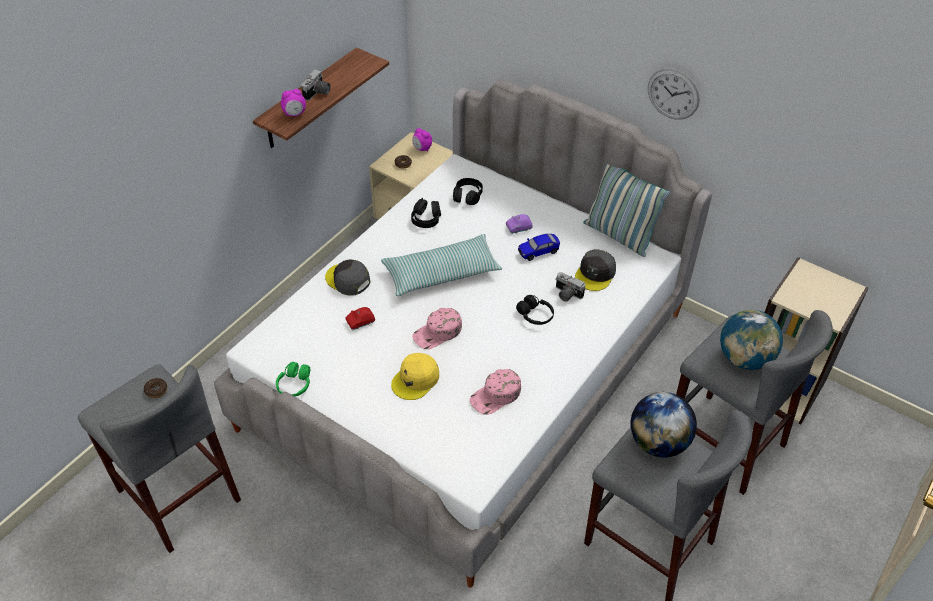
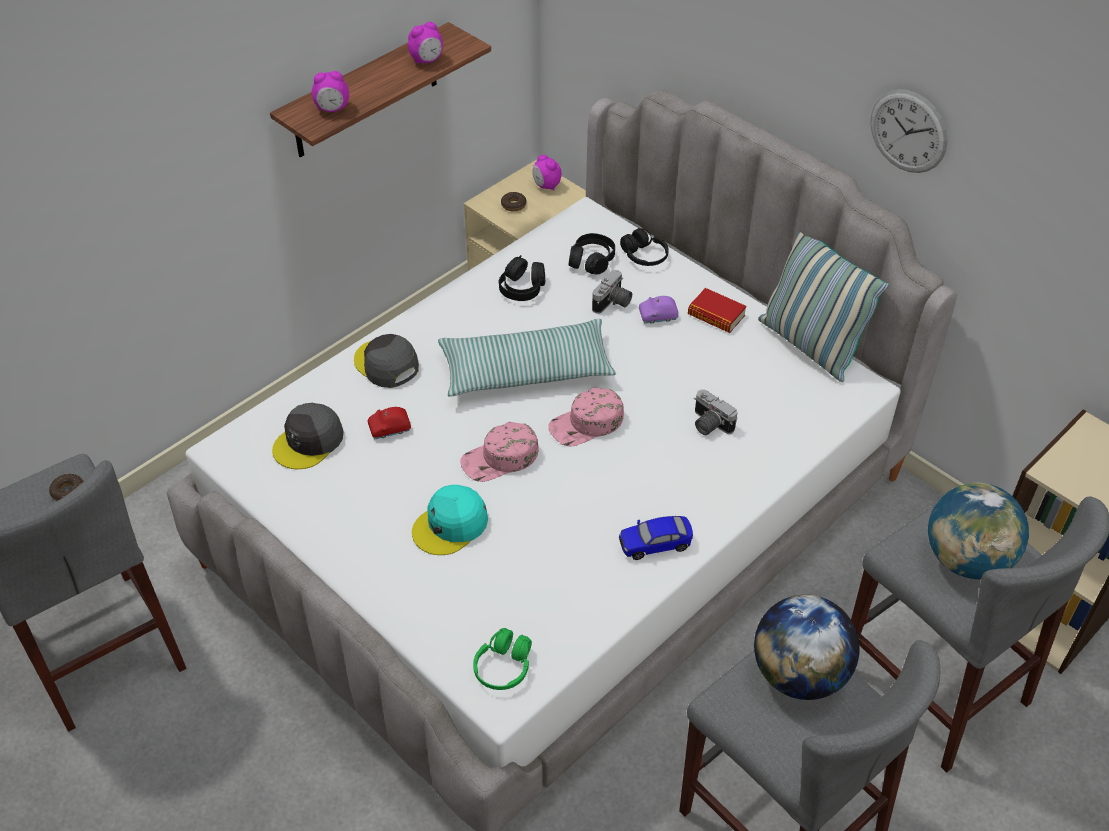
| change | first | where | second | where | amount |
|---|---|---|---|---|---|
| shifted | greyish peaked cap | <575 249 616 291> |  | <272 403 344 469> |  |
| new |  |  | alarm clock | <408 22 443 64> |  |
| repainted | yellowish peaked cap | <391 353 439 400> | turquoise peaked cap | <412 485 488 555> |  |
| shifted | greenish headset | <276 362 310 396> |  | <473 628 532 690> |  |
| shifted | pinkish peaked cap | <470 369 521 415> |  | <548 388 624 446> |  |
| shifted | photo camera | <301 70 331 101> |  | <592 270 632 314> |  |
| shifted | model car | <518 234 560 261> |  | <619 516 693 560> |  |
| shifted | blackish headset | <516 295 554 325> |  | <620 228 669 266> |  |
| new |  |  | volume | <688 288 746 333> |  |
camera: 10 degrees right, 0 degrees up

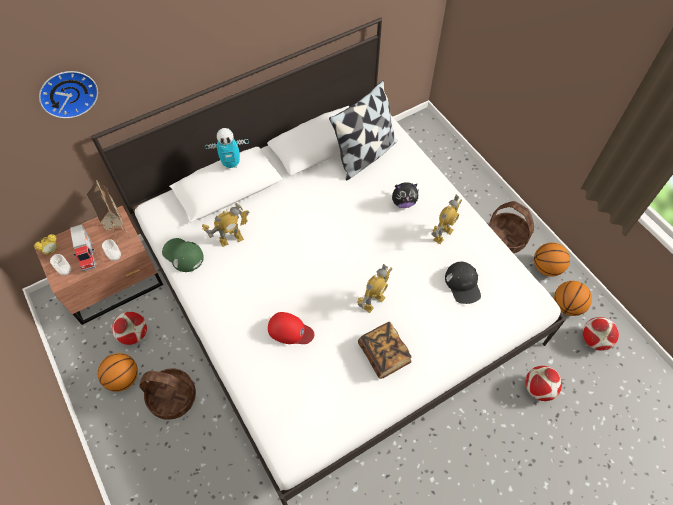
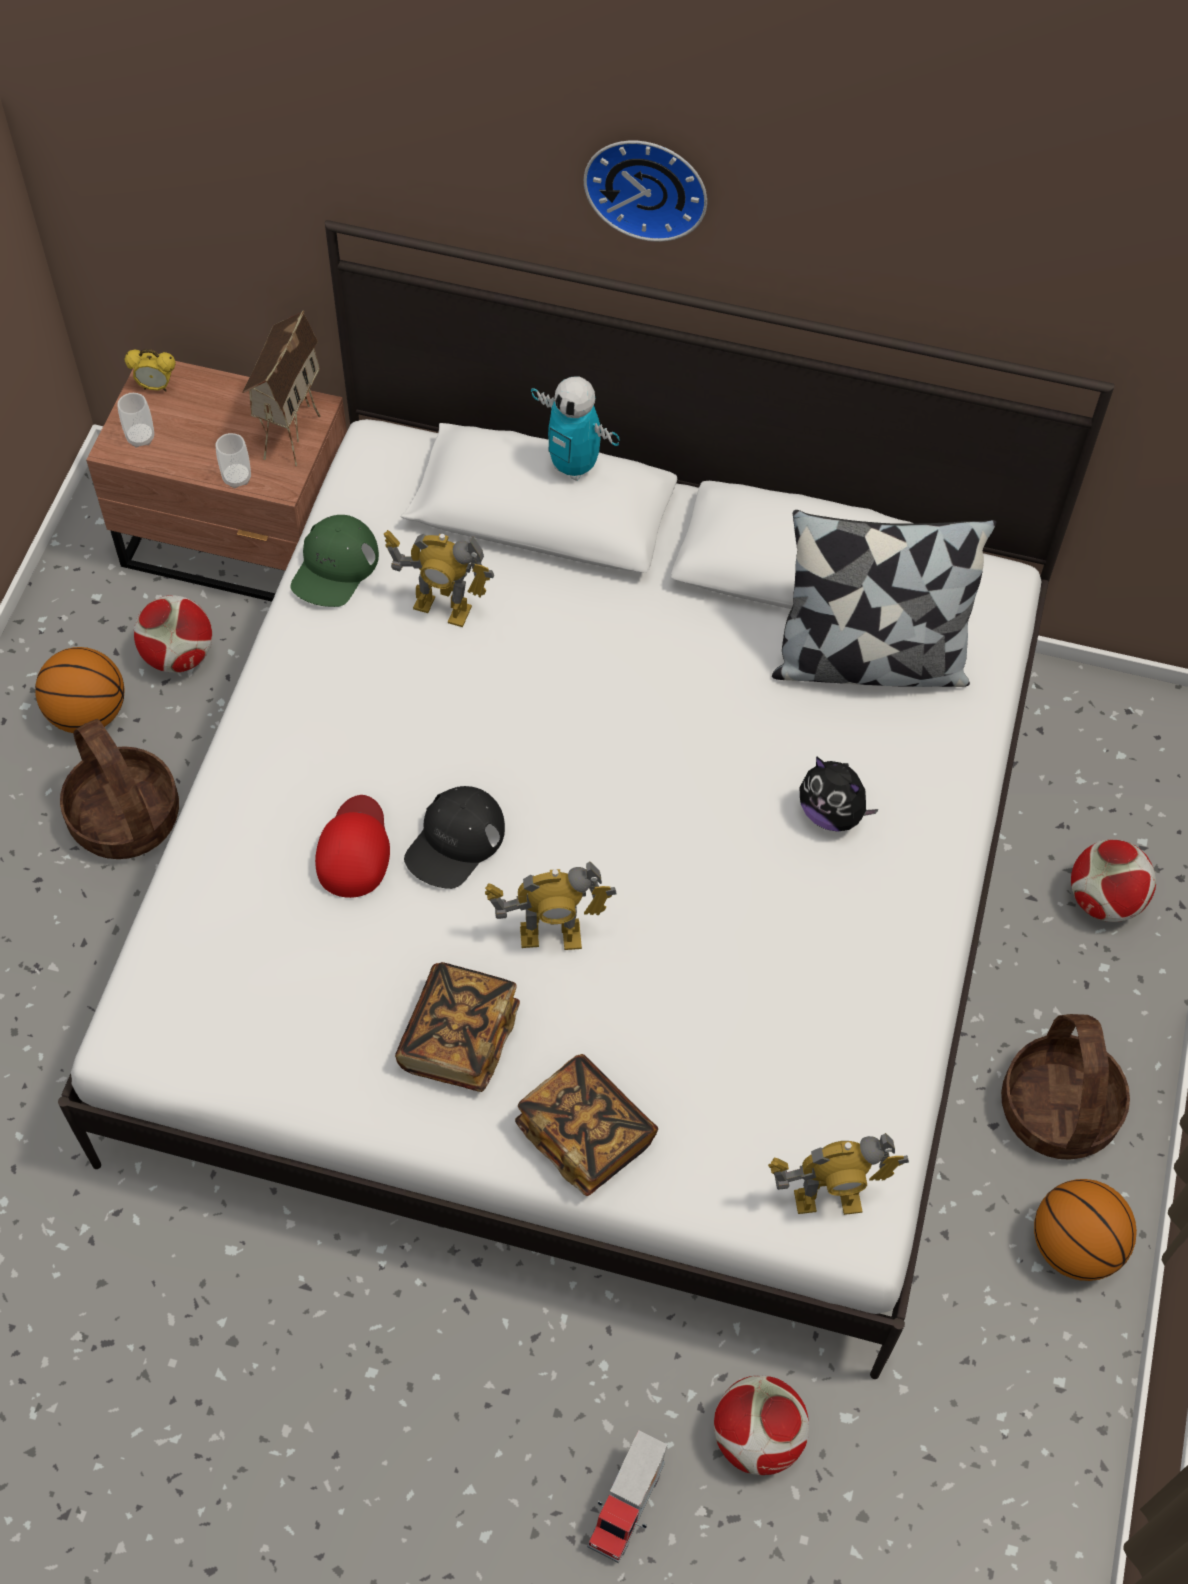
| change | first | where | second | where | amount |
|---|---|---|---|---|---|
| rotated | greenish peaked cap | <162 238 204 272> |  | <290 515 379 607> | 150 degrees counterclockwise |
| rotated | reddish peaked cap | <268 312 314 344> |  | <315 795 390 898> | 150 degrees counterclockwise |
| shifted | blackish peaked cap | <445 262 481 304> |  | <404 786 505 889> |  |
| new |  |  | volume | <515 1054 658 1196> |  |
| shifted | hanging clock | <39 71 98 118> |  | <584 141 707 242> |  |
| shifted | toy lorry | <70 225 97 271> |  | <587 1430 668 1563> |  |
| shifted | robot figure | <431 195 462 244> |  | <768 1133 909 1215> |  |
| shifted | ball for football | <582 317 619 350> |  | <1071 839 1156 922> |  |
| gone | ball for basketball | <554 281 592 316> |  |  |  |
camera: 45 degrees right, 0 degrees up

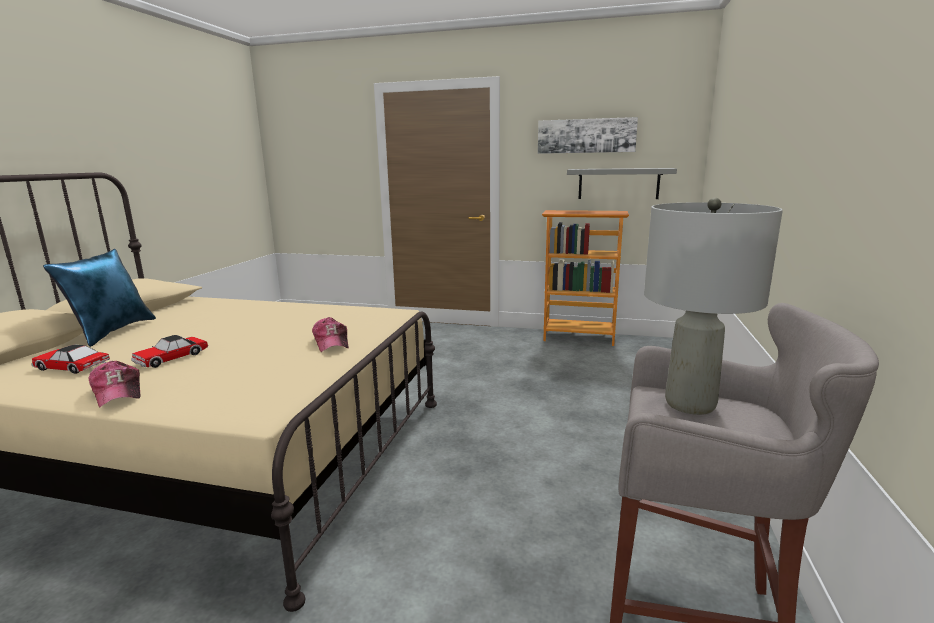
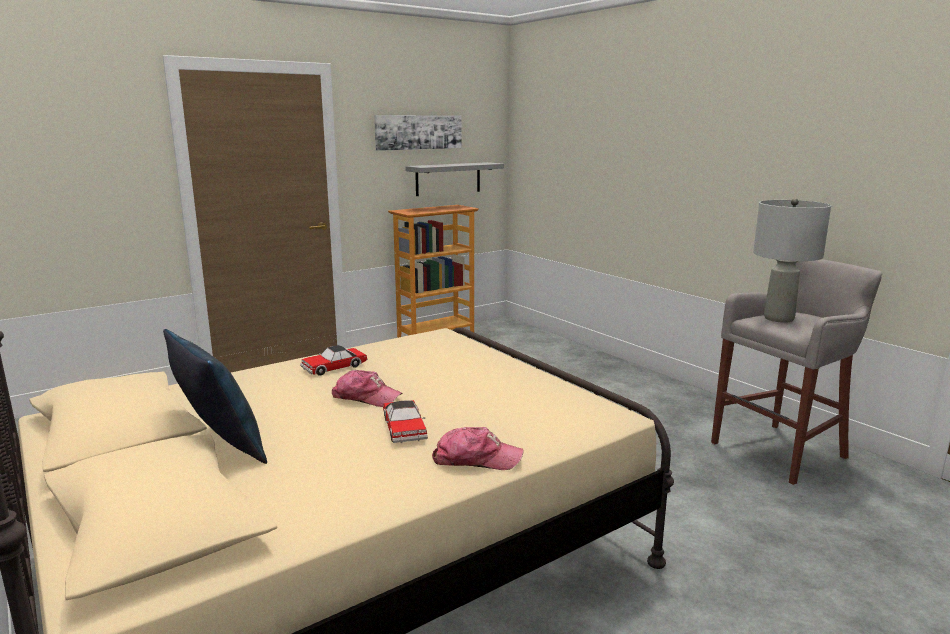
| change | first | where | second | where | amount |
|---|---|---|---|---|---|
| shifted | model car | <31 344 110 374> |  | <300 345 367 376> |  |
| shifted | peaked cap | <312 317 349 352> |  | <331 370 403 407> |  |
camera: 50 degrees left, 0 degrees up

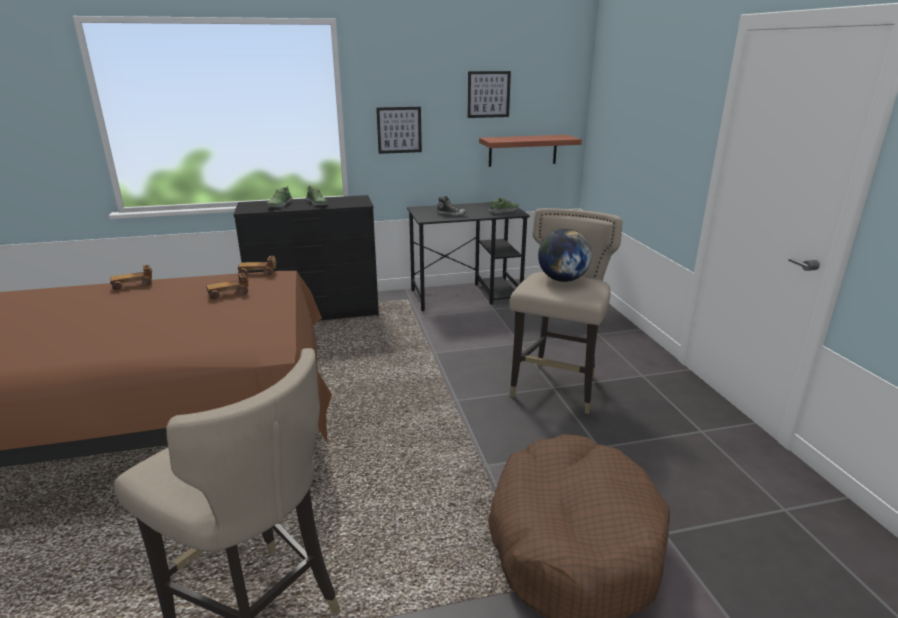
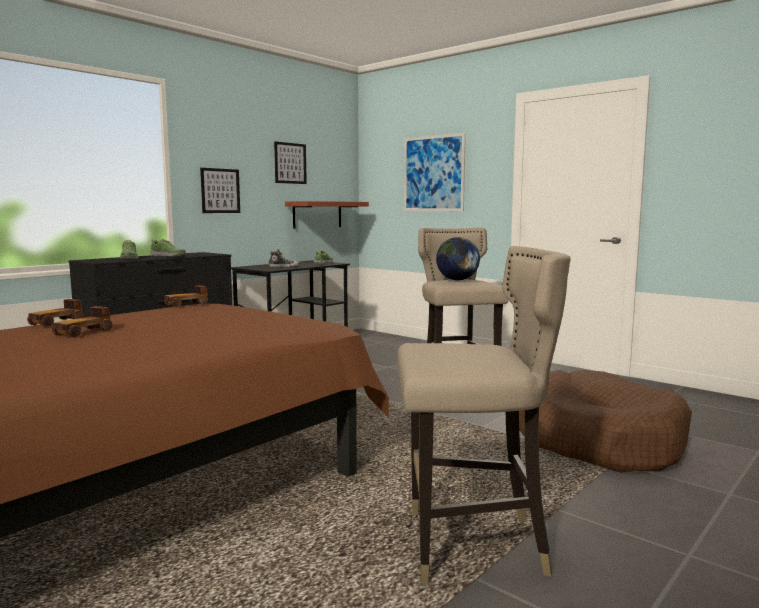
| change | first | where | second | where | amount |
|---|---|---|---|---|---|
| shifted | model car | <206 273 248 300> |  | <52 306 113 338> |  |
| new |  |  | wall art | <404 133 466 211> |  |
camera: 35 degrees left, 15 degrees down

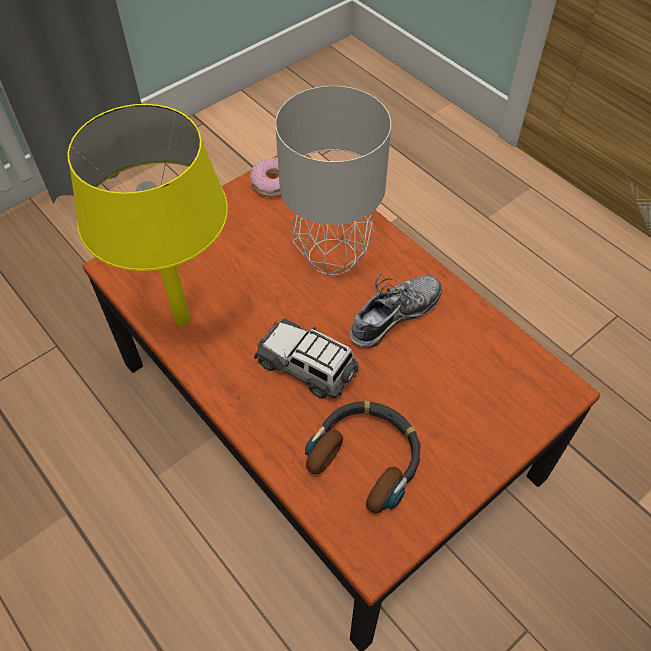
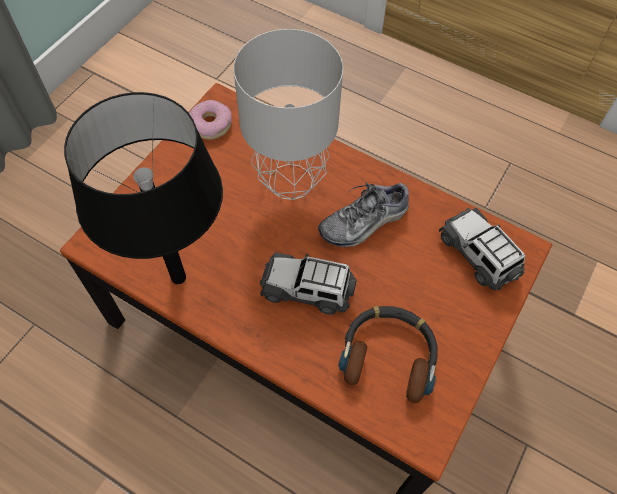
| change | first | where | second | where | amount |
|---|---|---|---|---|---|
| repainted | yellowish lamp for a table | <68 104 228 326> | blackish lamp for a table | <64 92 223 284> |  |
| rotated | item of footwear | <350 271 442 348> |  | <318 182 409 247> | 150 degrees counterclockwise |
| new |  |  | model car | <439 208 525 290> |  |
camera: 20 degrees left, 5 degrees up

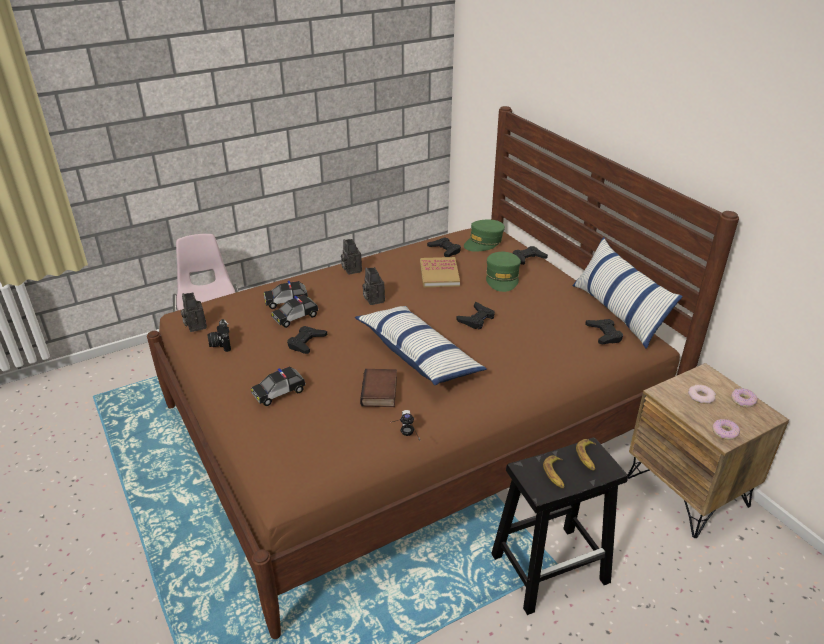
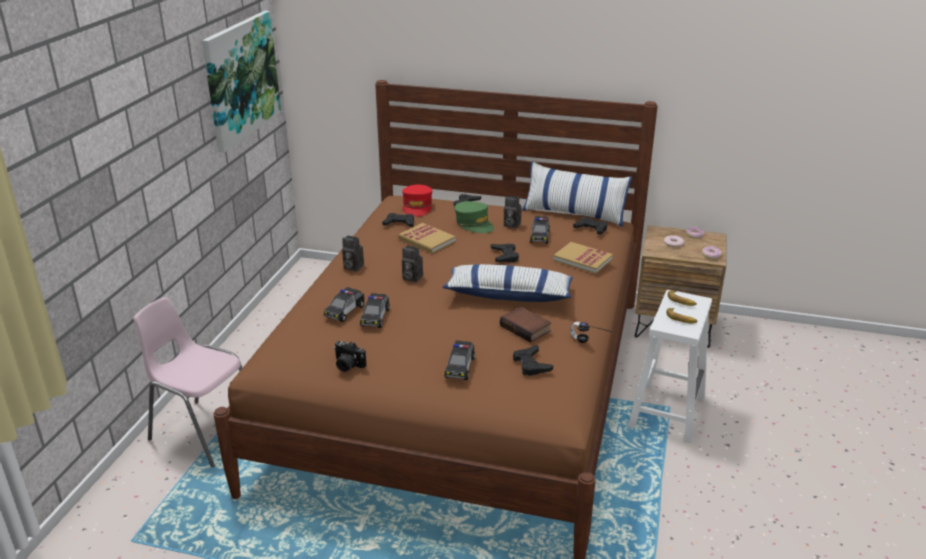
| change | first | where | second | where | amount |
|---|---|---|---|---|---|
| new |  |  | wall art | <202 11 281 153> |  |
| repainted | greenish peaked cap | <464 219 505 252> | reddish peaked cap | <402 185 432 217> |  |
| shifted | photo camera | <181 293 207 332> |  | <504 196 521 228> |  |
| shifted | blackish gamepad | <287 326 327 354> |  | <513 345 553 376> |  |
| new |  |  | model car | <530 216 550 244> |  |
| new |  |  | volume | <553 242 613 274> |  |
| repainted | blackish stool | <491 438 628 615> | white-coloured stool | <628 290 712 443> |  |
camera: 45 degrees left, 5 degrees down

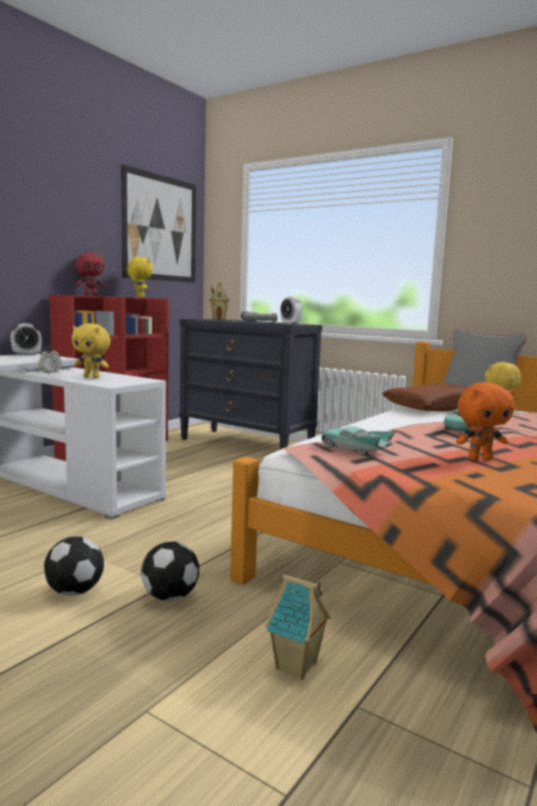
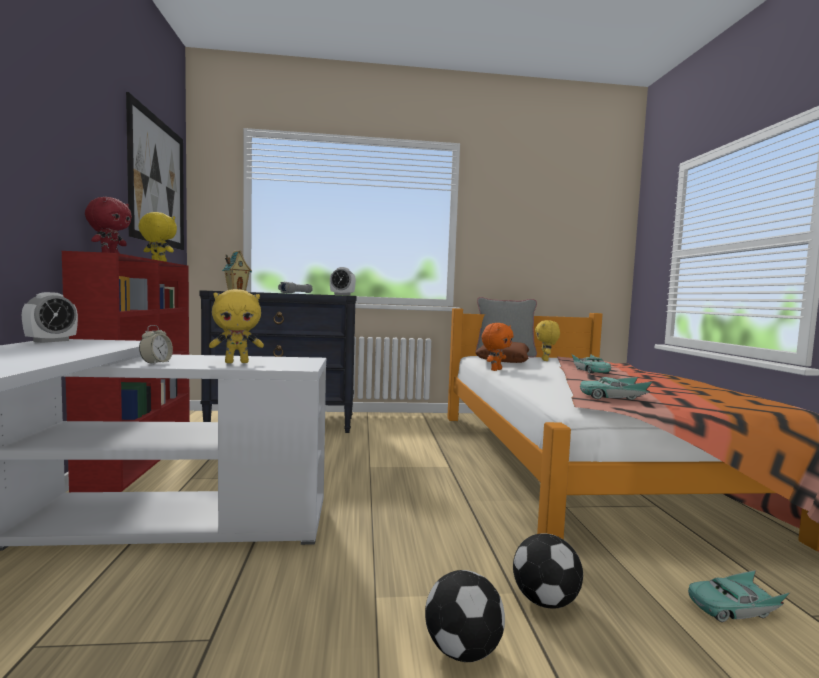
| change | first | where | second | where | amount |
|---|---|---|---|---|---|
| shifted | orange-coloured soft toy | <456 382 515 460> |  | <481 323 513 371> |  |
| swapped | toy house | <265 574 331 680> | turquoise model car | <688 570 790 622> |  |
camera: 40 degrees left, 5 degrees down

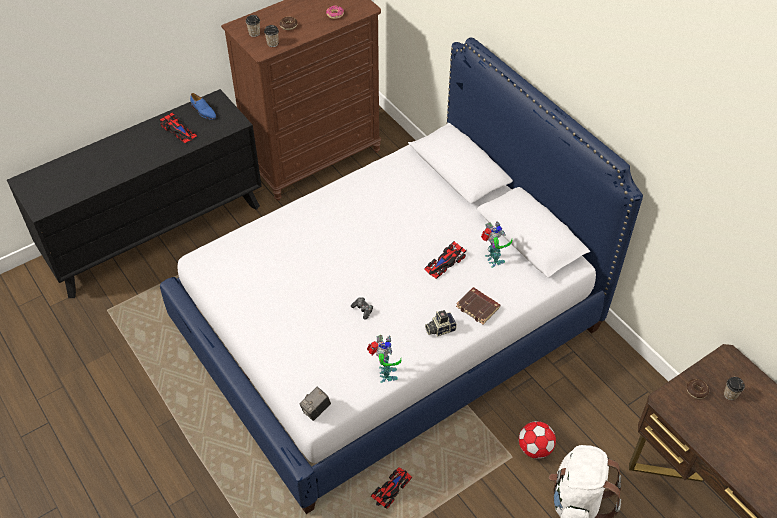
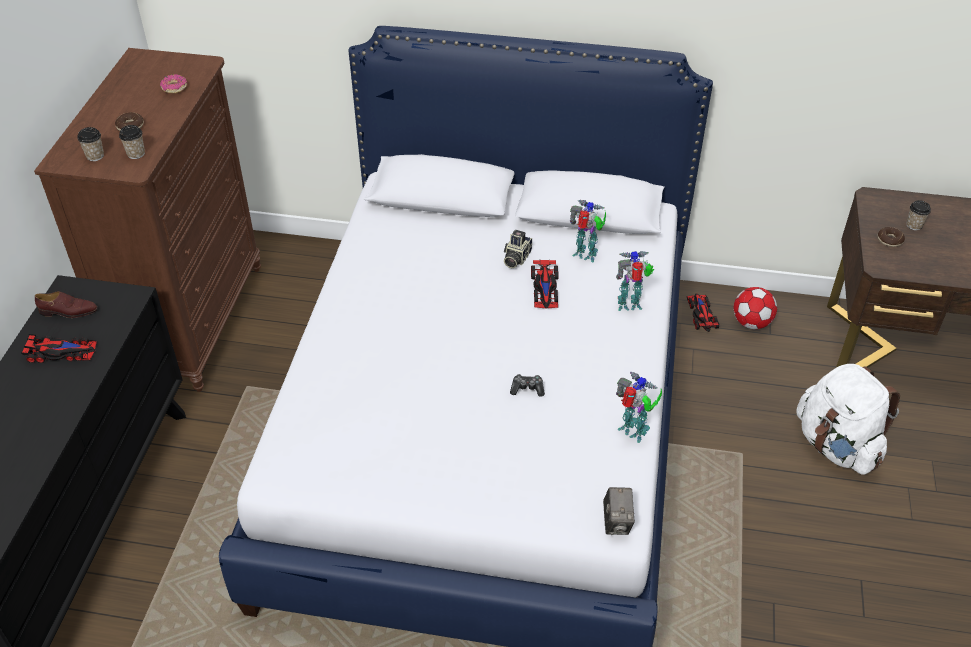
| change | first | where | second | where | amount |
|---|---|---|---|---|---|
| repainted | blue item of footwear | <190 93 216 120> | brown item of footwear | <35 291 97 318> |  |
| shifted | photo camera | <425 310 457 337> |  | <504 230 532 268> |  |
| swapped | brown volume | <456 287 500 324> | robot figure | <616 251 654 311> |  |
| shifted | model car | <370 467 413 509> |  | <687 293 719 332> |  |
| shifted | ball for football | <519 421 556 459> |  | <733 287 777 329> |  |
camera: 45 degrees left, 5 degrees down

